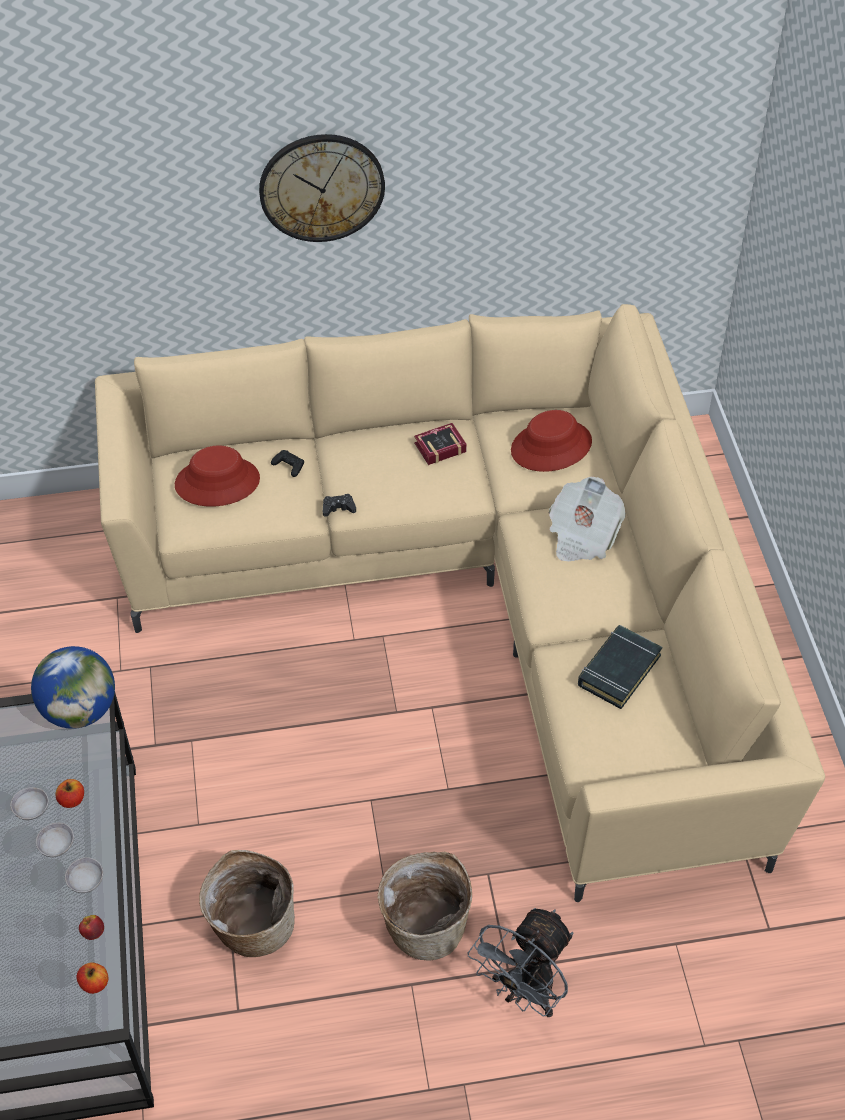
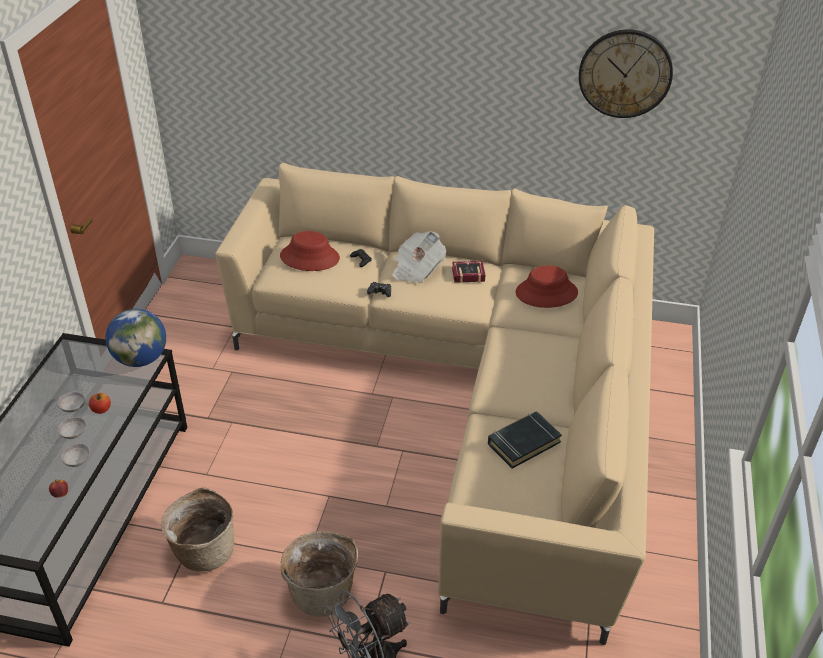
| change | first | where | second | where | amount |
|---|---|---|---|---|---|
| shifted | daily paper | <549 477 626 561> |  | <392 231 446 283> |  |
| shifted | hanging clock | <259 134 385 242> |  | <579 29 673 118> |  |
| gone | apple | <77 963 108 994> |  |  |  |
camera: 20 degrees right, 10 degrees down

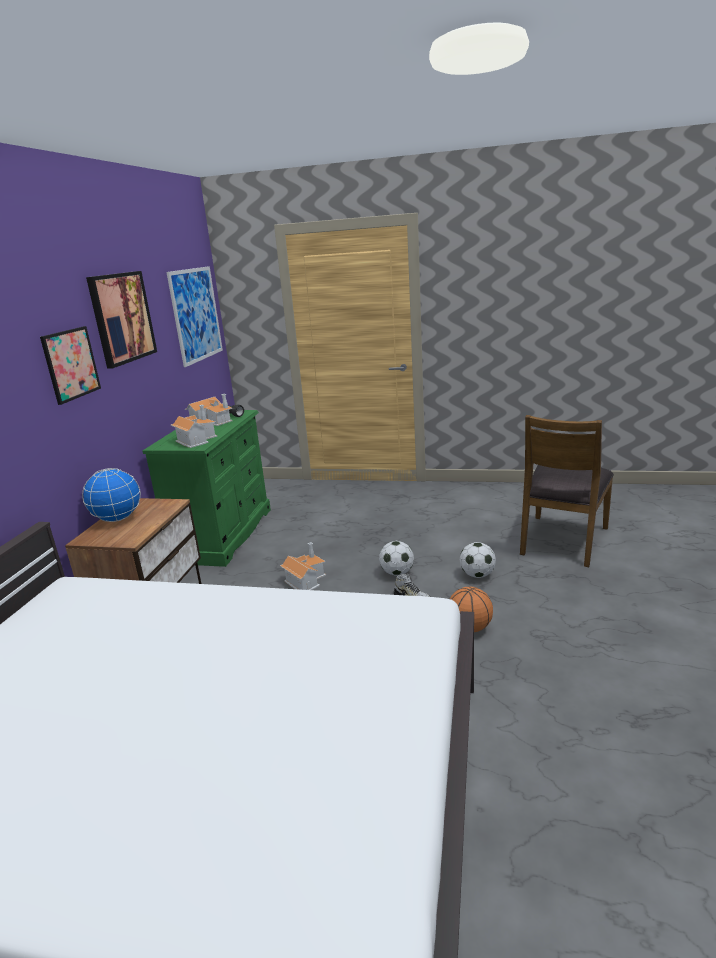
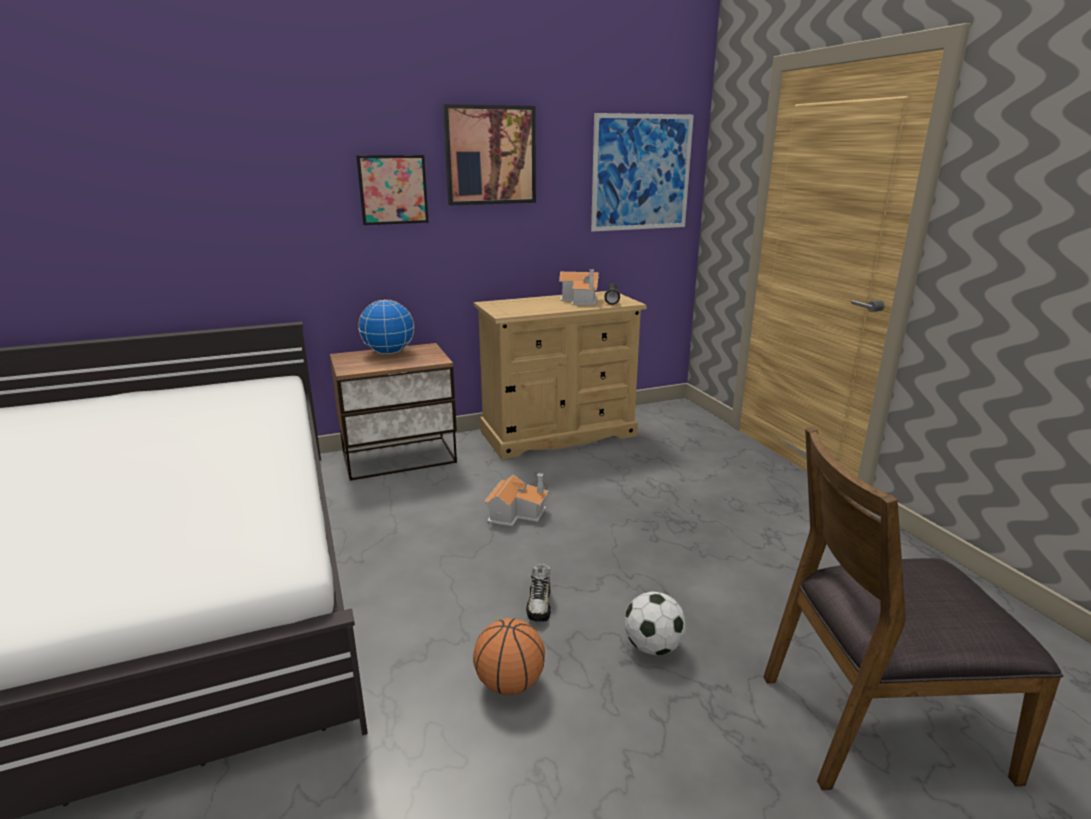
| change | first | where | second | where | amount |
|---|---|---|---|---|---|
| repainted | greenish drawer chest | <142 410 271 567> | sand-coloured drawer chest | <474 291 647 459> |  |
| gone | toy house | <171 405 217 448> |  |  |  |
| gone | ball for football | <379 541 414 576> |  |  |  |
camera: 55 degrees right, 0 degrees up

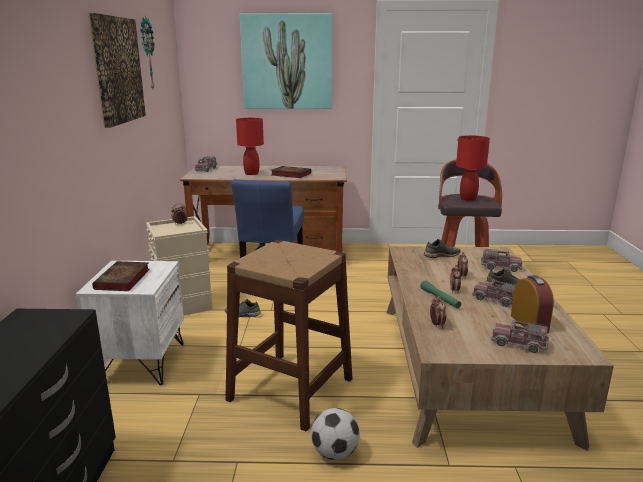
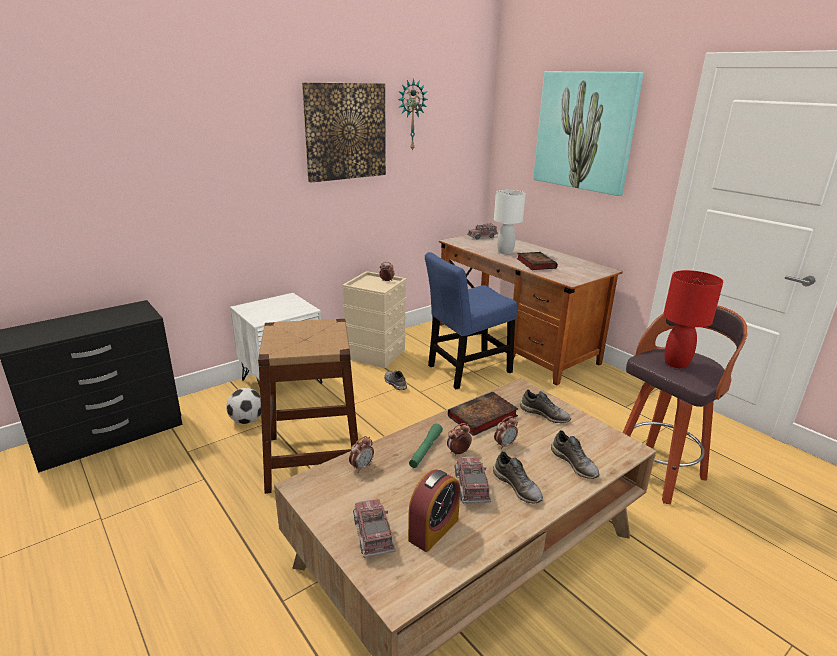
| change | first | where | second | where | amount |
|---|---|---|---|---|---|
| shifted | ball for football | <311 408 360 460> |  | <226 388 261 424> |  |
| shifted | volume | <92 261 150 291> |  | <448 391 518 436> |  |
| repainted | reddish lamp for a table | <236 118 264 175> | white-coloured lamp for a table | <494 190 526 254> |  |
| swapped | toy lorry | <481 249 522 272> | greyish item of footwear | <551 430 600 479> |  |
camera: 50 degrees right, 5 degrees up

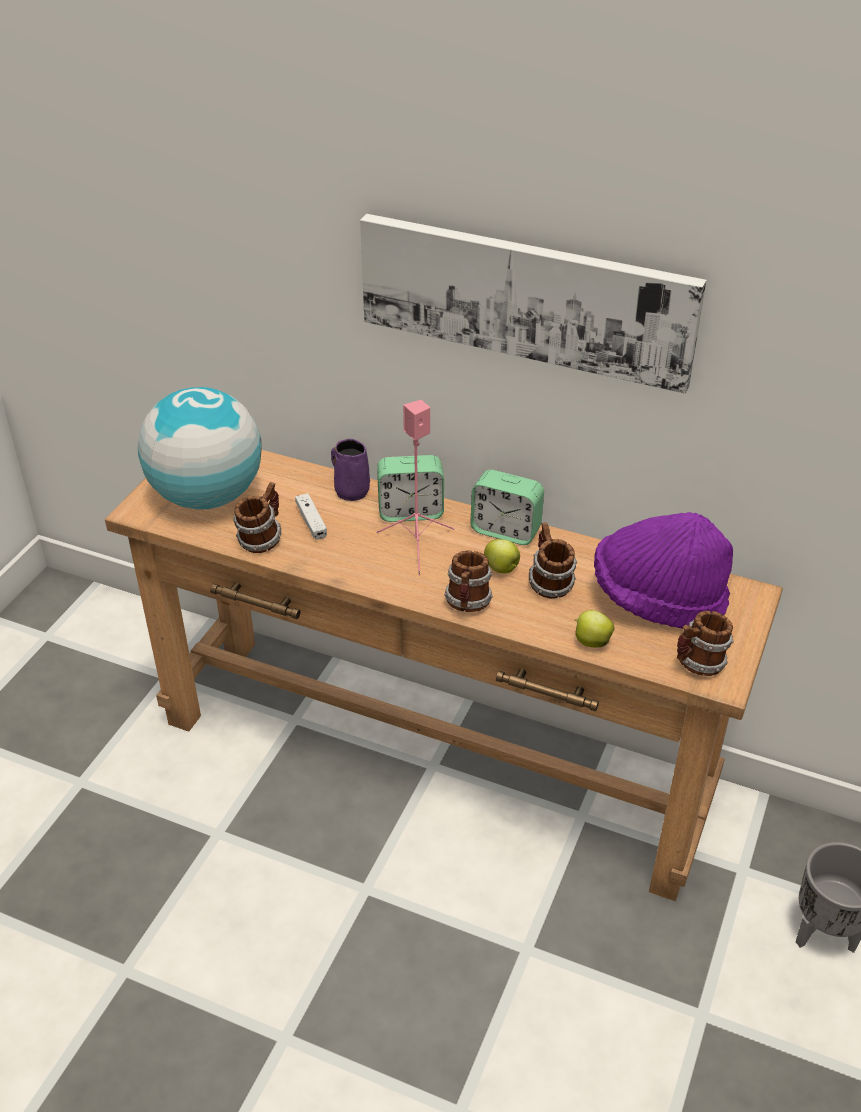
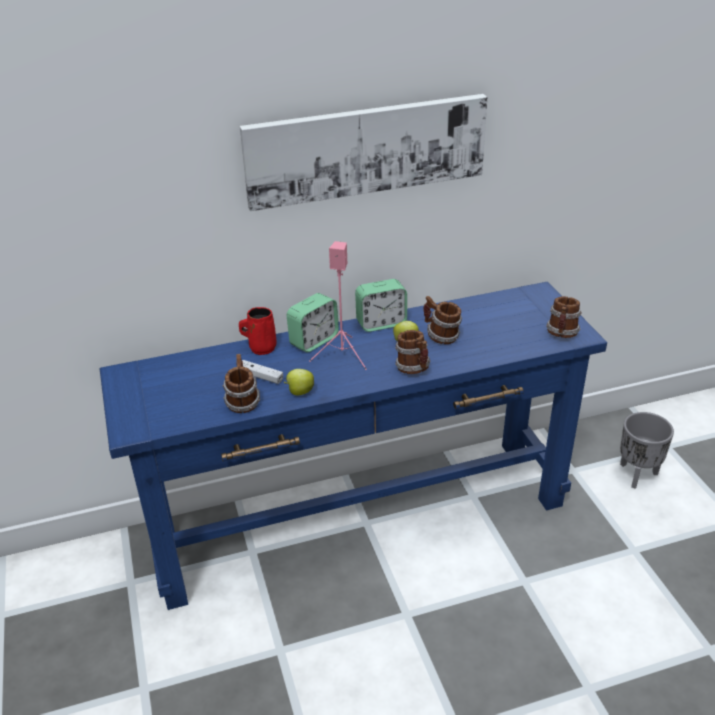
| change | first | where | second | where | amount |
|---|---|---|---|---|---|
| repainted | brown hall table | <105 450 783 901> | blue hall table | <100 282 607 610> |  |
| repainted | purple-coloured coffee mug | <331 439 370 501> | reddish coffee mug | <239 307 276 355> |  |
| shifted | apple | <575 610 615 648> |  | <284 369 314 395> |  |
| gone | globe | <138 387 262 510> |  |  |  |
| gone | purple-coloured clothing hat | <594 512 733 629> |  |  |  |
camera: 40 degrees left, 5 degrees down

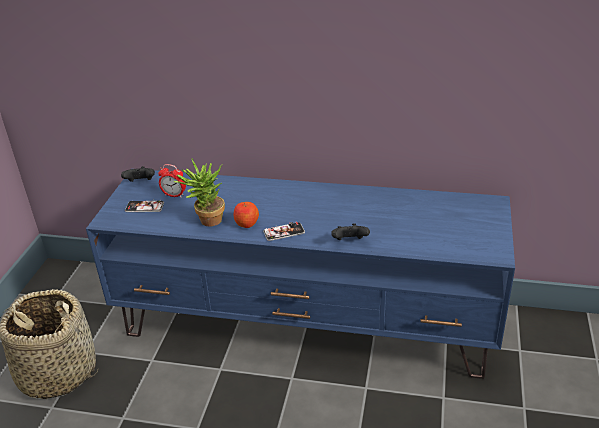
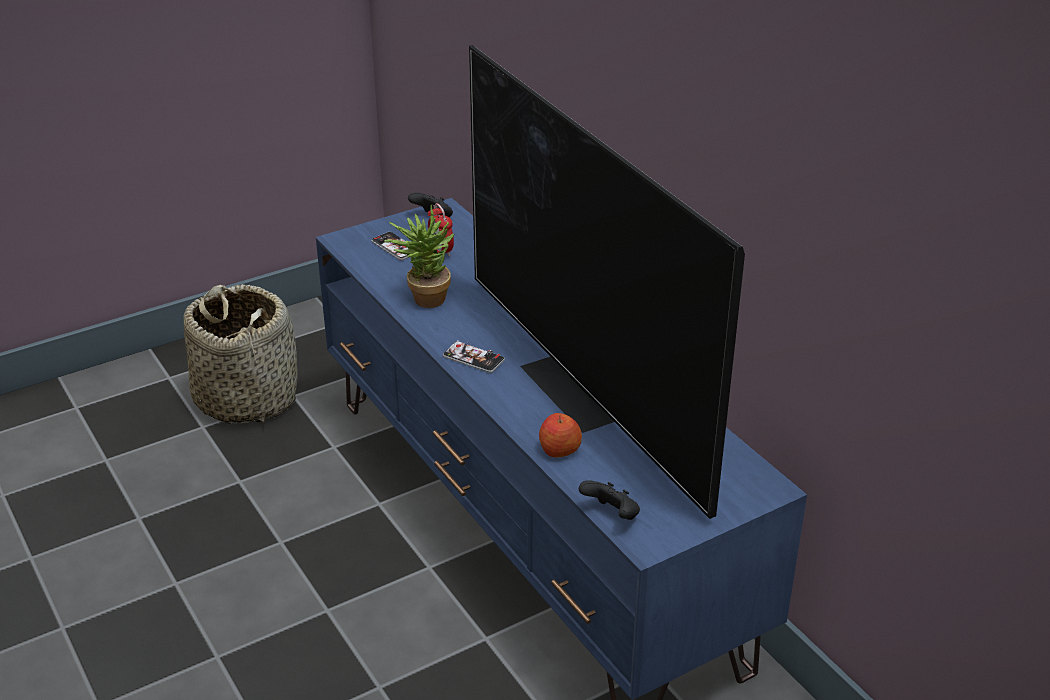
| change | first | where | second | where | amount |
|---|---|---|---|---|---|
| new |  |  | television | <469 45 745 519> |  |
| shifted | apple | <234 202 259 228> |  | <539 413 582 458> |  |
| shifted | blackish gamepad | <331 223 370 240> |  | <579 480 640 520> |  |
camera: 45 degrees right, 0 degrees up

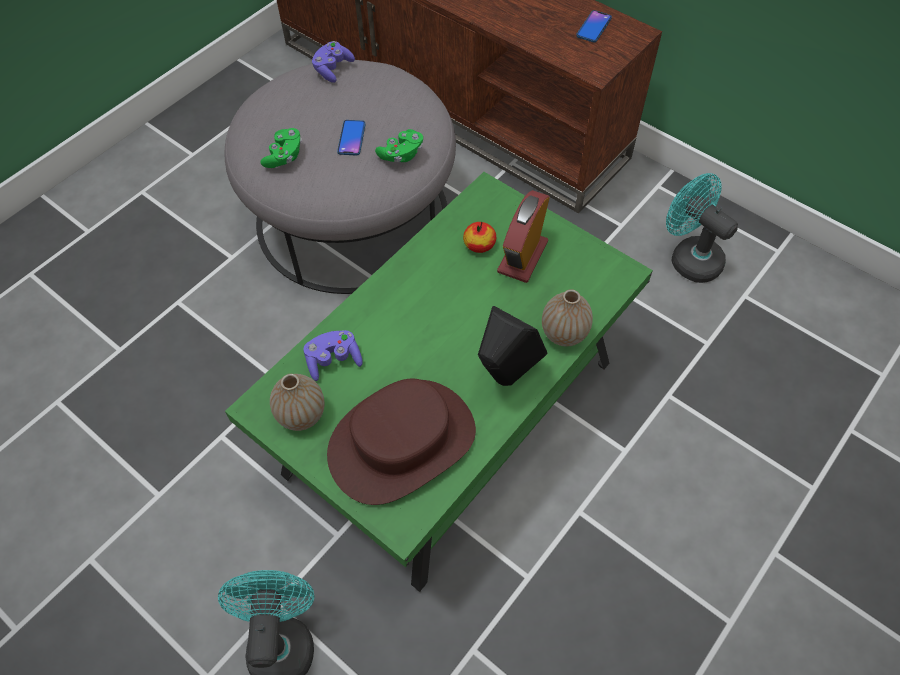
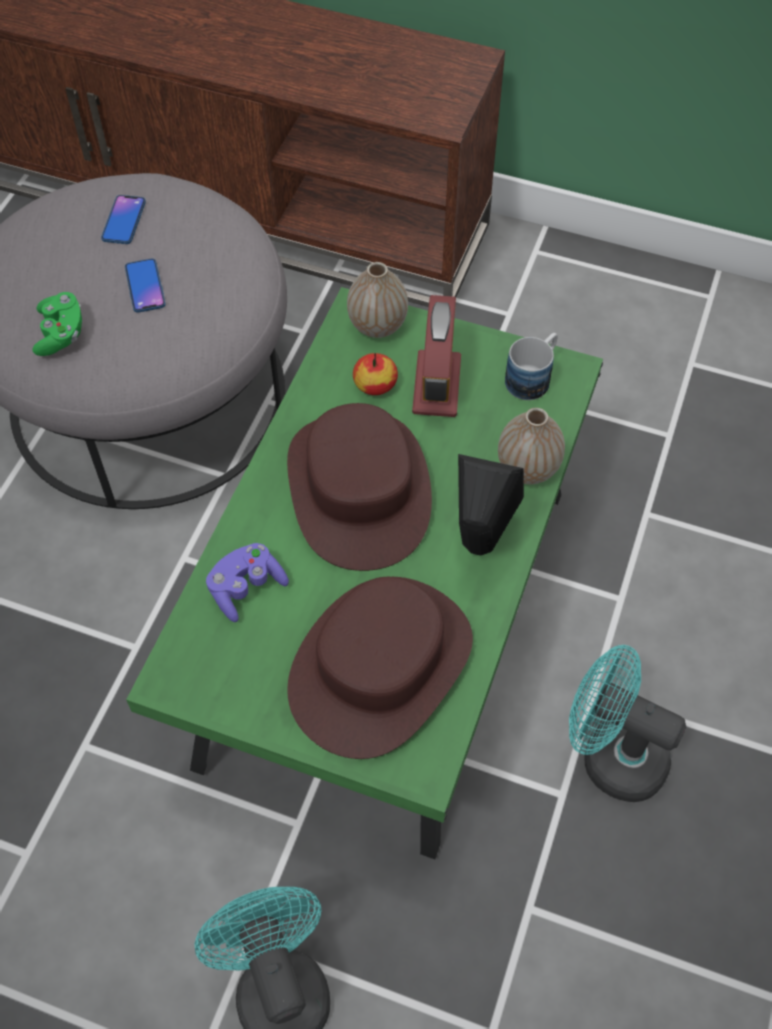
| change | first | where | second | where | amount |
|---|---|---|---|---|---|
| shifted | telephone | <576 10 612 42> |  | <101 195 146 244> |  |
| new |  |  | brown clothing hat | <287 403 432 571> |  |
| shifted | decorative vase | <270 374 325 431> |  | <347 262 408 338> |  |
| new |  |  | coffee mug | <505 333 558 400> |  |
| shifted | turquoise fan | <666 173 738 283> |  | <569 645 686 802> |  |
| gone | purple-coloured gamepad | <312 41 355 83> |  |  |  |
| gone | greenish gamepad | <375 129 423 162> |  |  |  |
camera: 20 degrees left, 0 degrees up

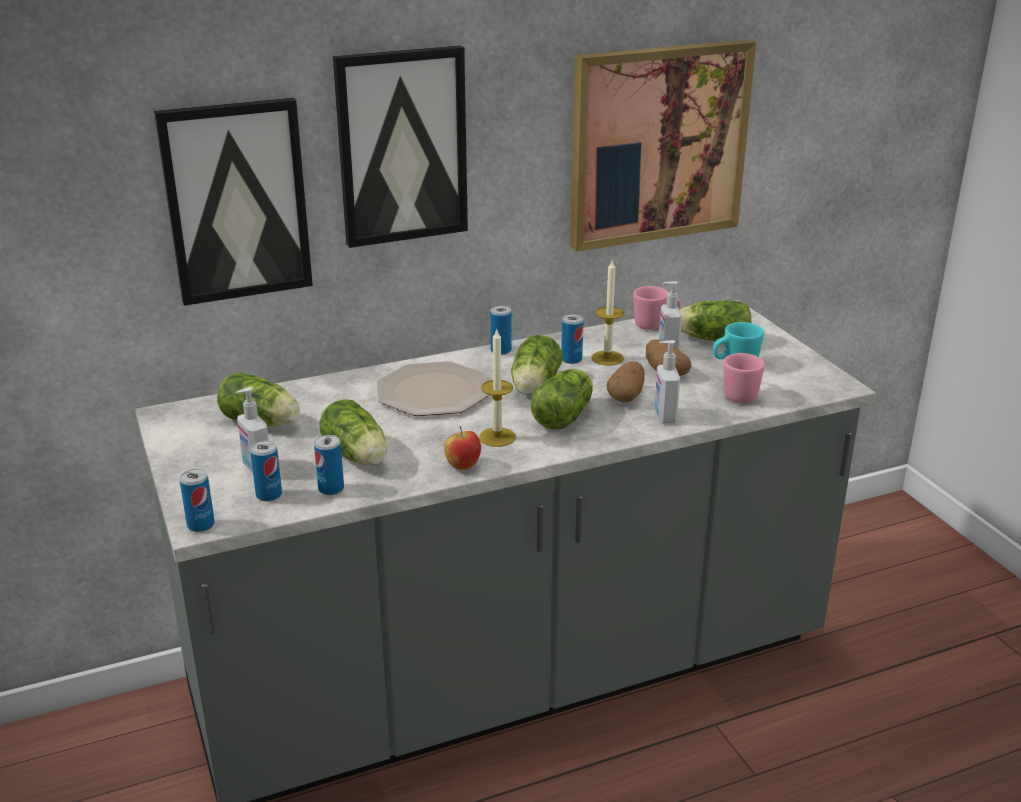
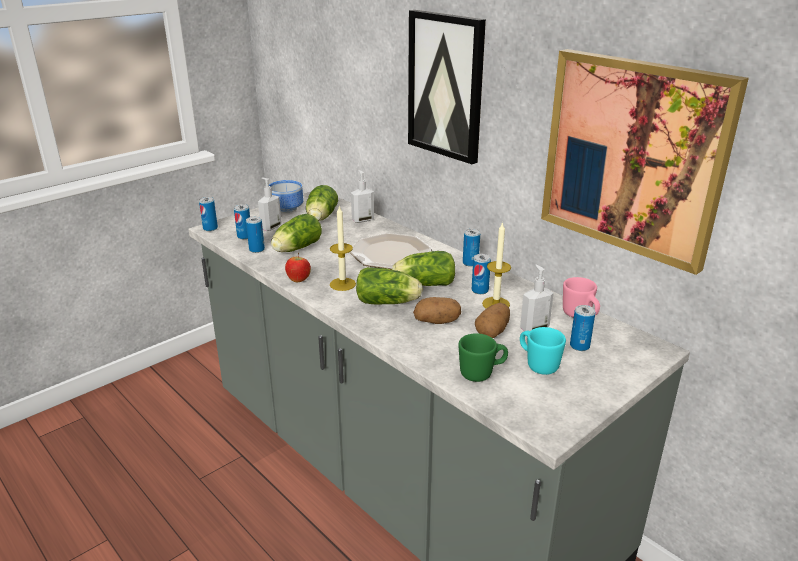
| change | first | where | second | where | amount |
|---|---|---|---|---|---|
| new |  |  | serving bowl | <269 180 304 213> |  |
| shifted | soap bottle | <654 340 680 423> |  | <351 170 374 223> |  |
| repainted | pinkish coffee mug | <723 353 765 403> | greenish coffee mug | <458 333 508 382> |  |
| swapped | lettuce | <680 300 751 341> | can | <570 305 595 351> |  |
| gone | wall art | <154 98 313 306> |  |  |  |
camera: 70 degrees right, 0 degrees up

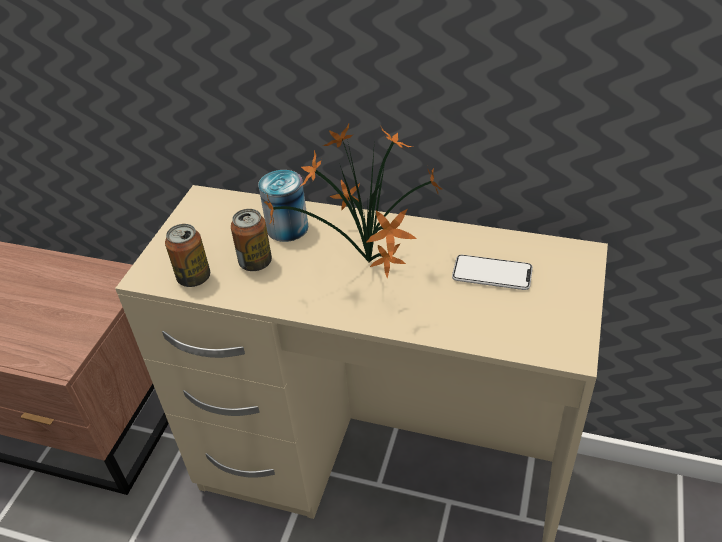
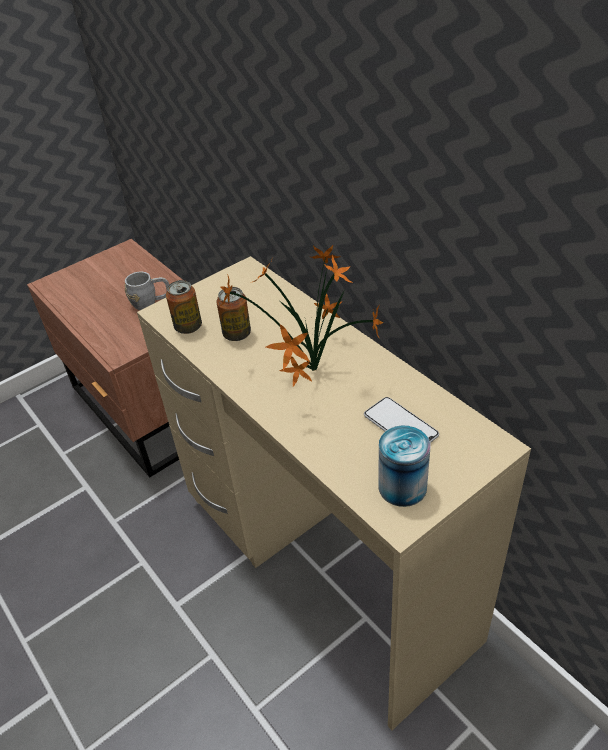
| change | first | where | second | where | amount |
|---|---|---|---|---|---|
| new |  |  | greyish coffee mug | <125 272 169 310> |  |
| shifted | can | <258 170 308 242> |  | <378 425 430 507> |  |
camera: 35 degrees right, 0 degrees up

